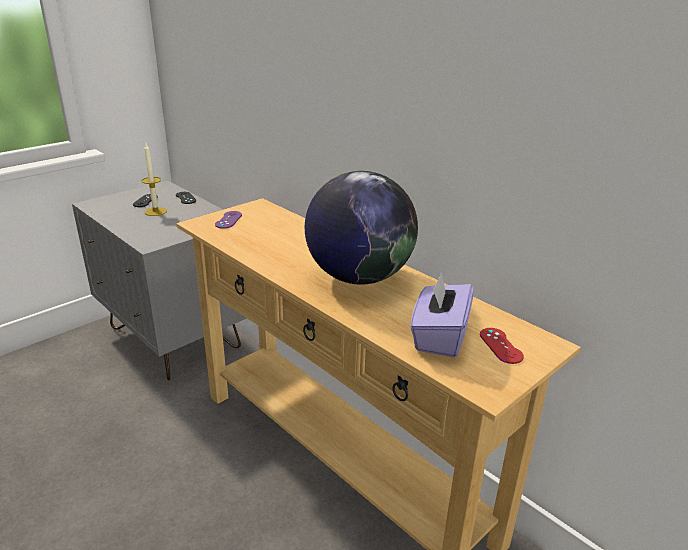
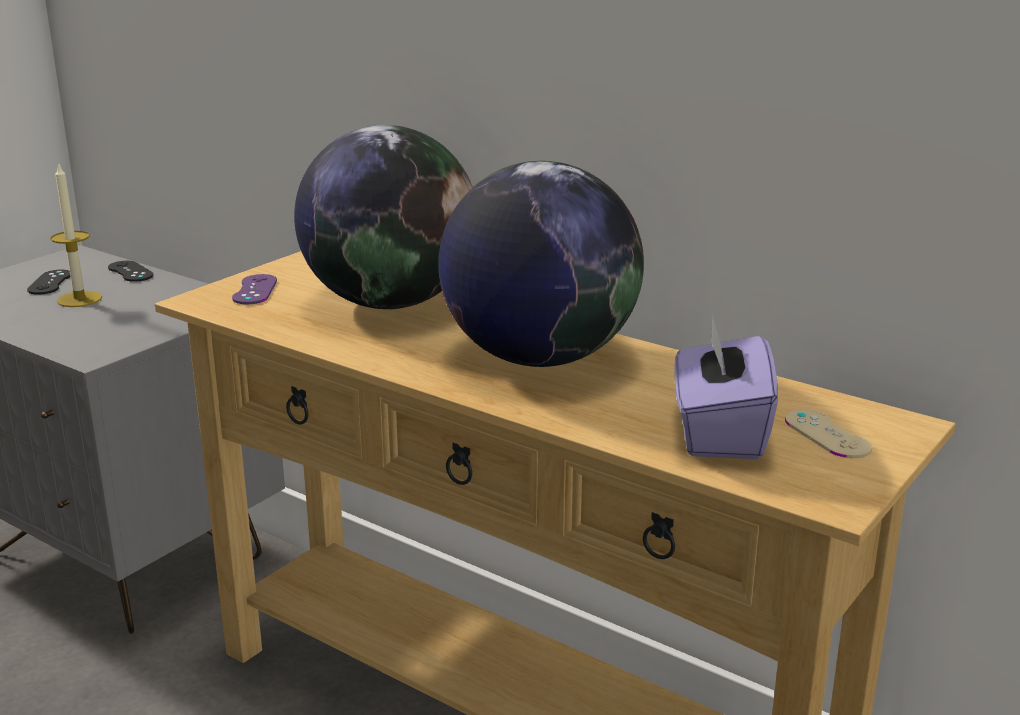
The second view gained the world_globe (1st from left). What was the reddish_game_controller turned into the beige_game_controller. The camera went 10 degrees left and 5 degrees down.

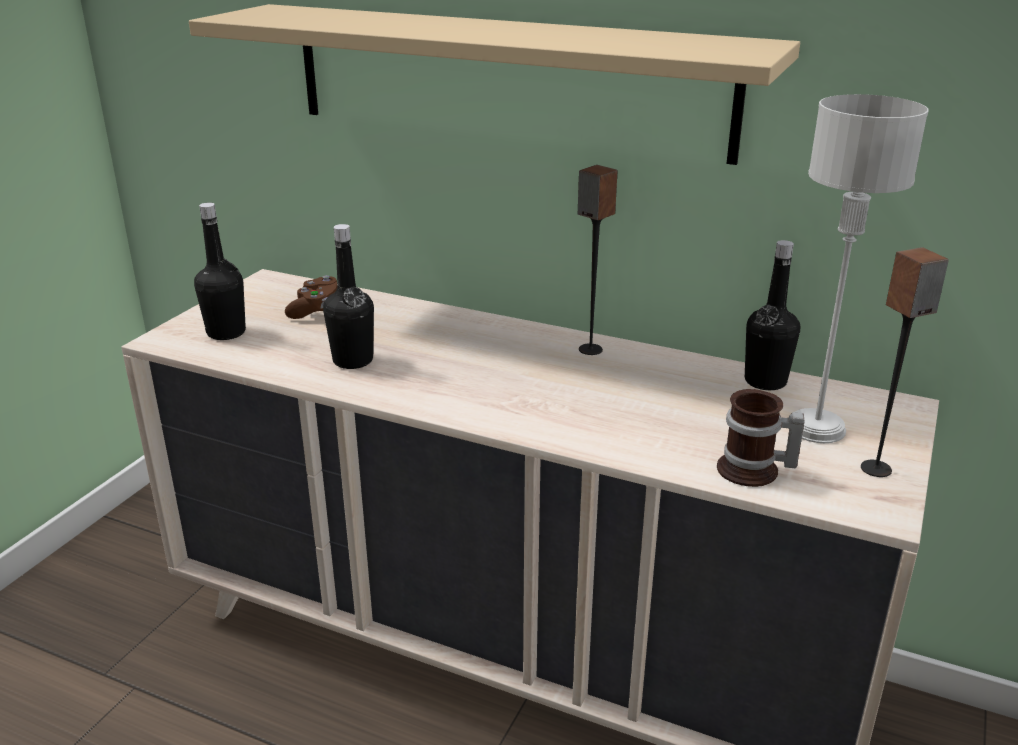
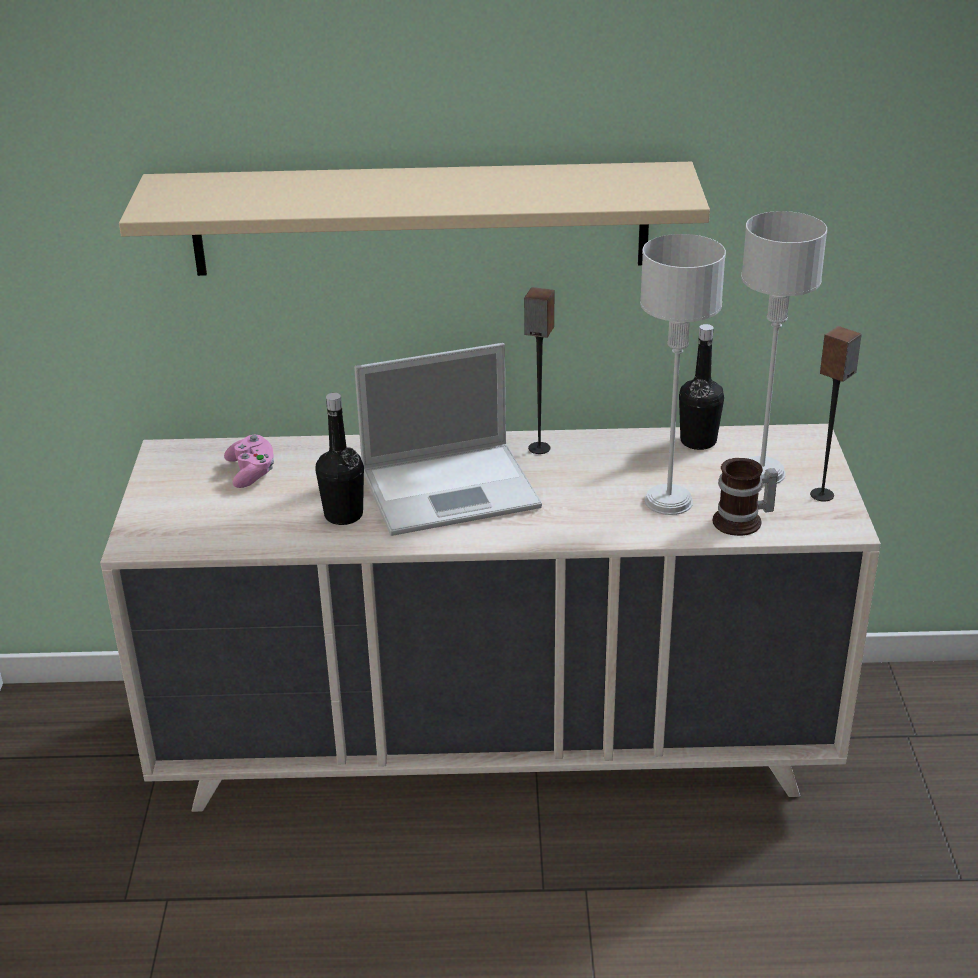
The second view lost the black-coloured_drink_bottle (1st from left). The second view gained the laptop. The second view gained the greyish_lamp_for_a_table (1st from left). What was the brown_game_controller turned into the pinkish_game_controller. The camera went 25 degrees left and 5 degrees up.

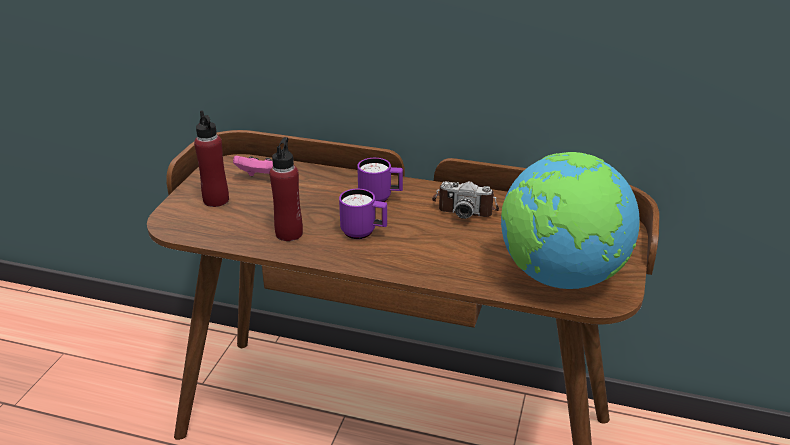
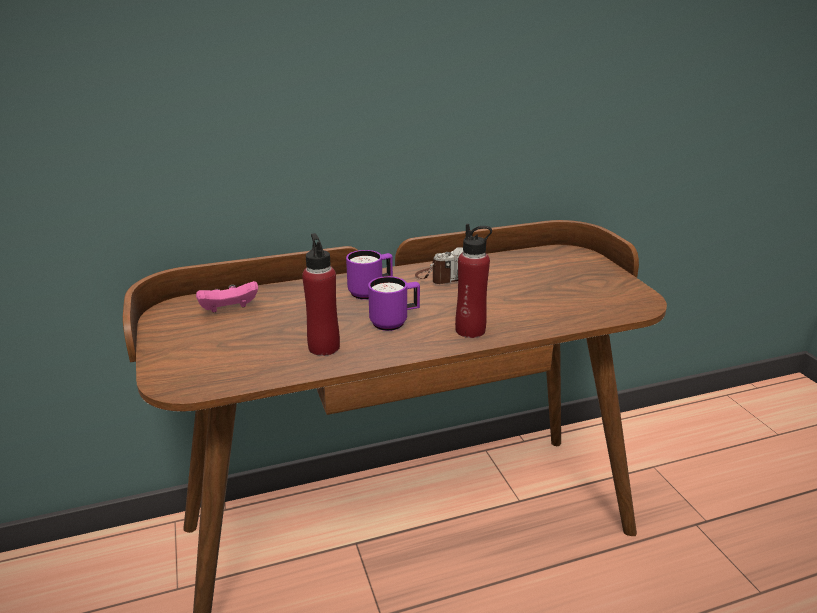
The second view lost the world_globe. The reddish_drink_bottle (1st from left in the first image) ended up elsewhere. The camera went 35 degrees left and 5 degrees down.

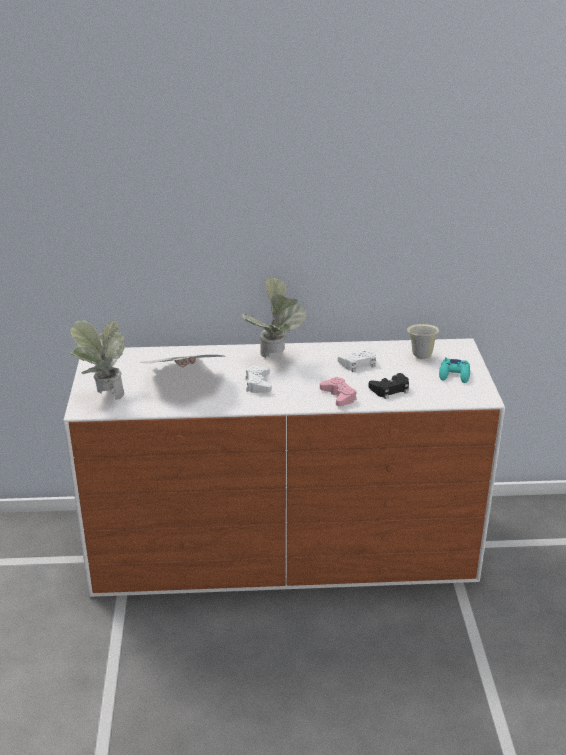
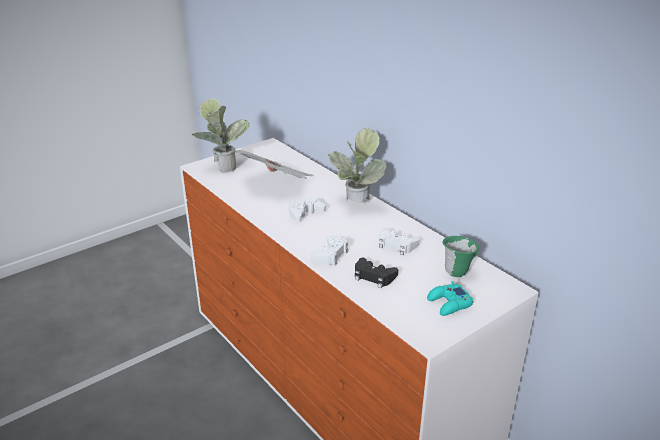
What was the pinkish_game_controller turned into the white_game_controller (2nd from left). What was the beige_mug turned into the greenish_mug. The camera went 55 degrees right and 0 degrees up.

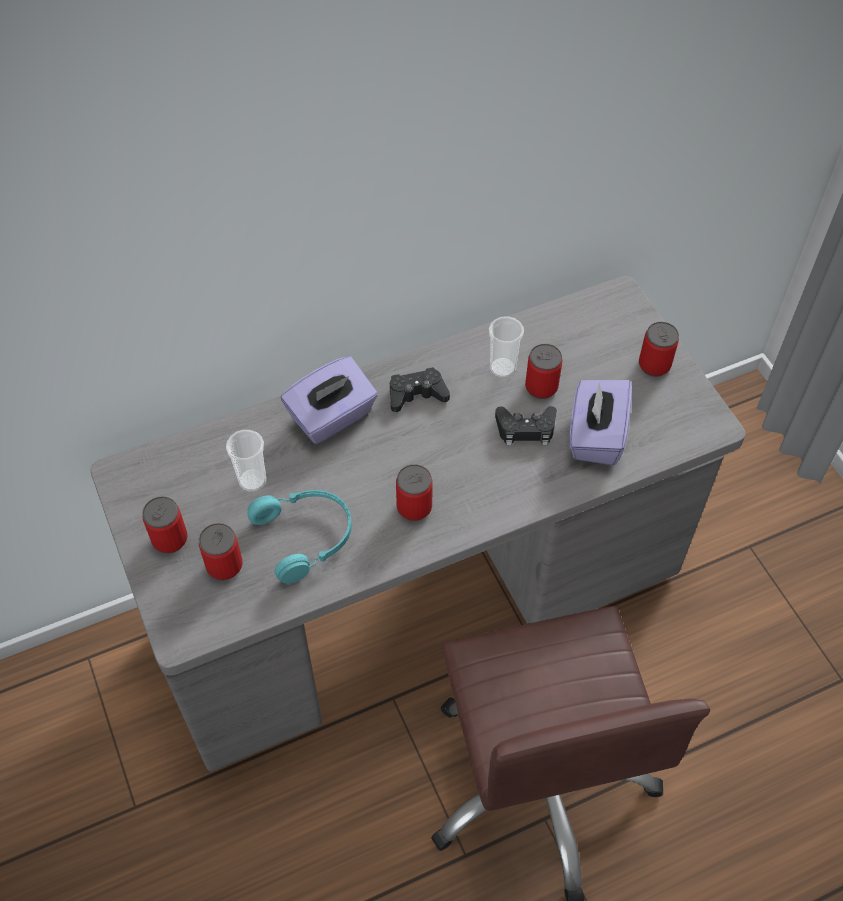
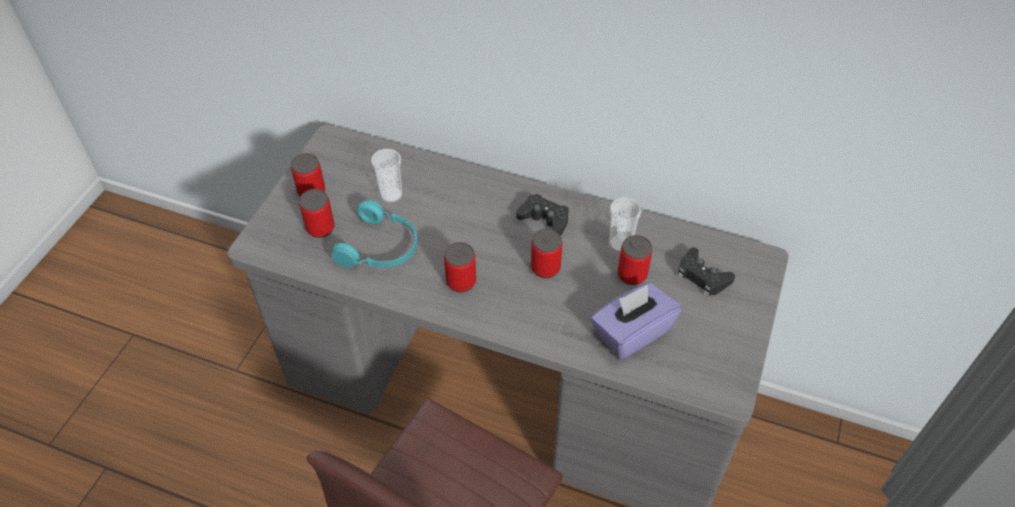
The second view lost the purple-coloured_tissue_holder (1st from left). The black-coloured_game_controller (2nd from left) ended up elsewhere. The can (5th from left in the first image) ended up elsewhere. The camera went 45 degrees right and 5 degrees down.

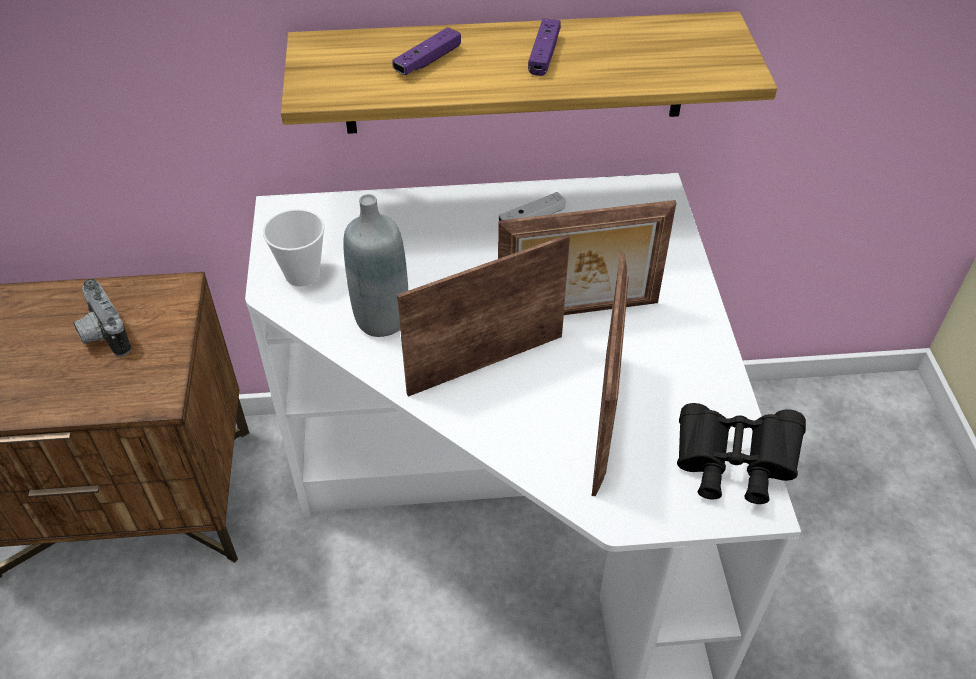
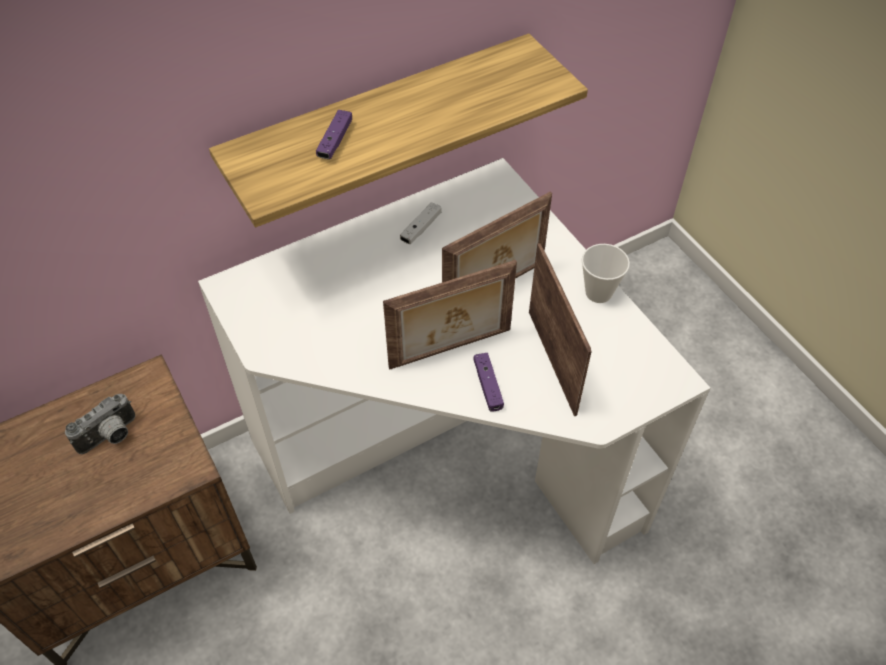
The second view lost the greyish_drink_bottle. The second view lost the black-coloured_field_glasses. The small_cup ended up elsewhere. The purple-coloured_game_controller (2nd from left) ended up elsewhere. The still_camera ended up facing another way, 75 degrees counterclockwise from before. The photo_frame (1st from left) ended up facing another way, 150 degrees counterclockwise from before. The camera went 25 degrees left and 5 degrees up.

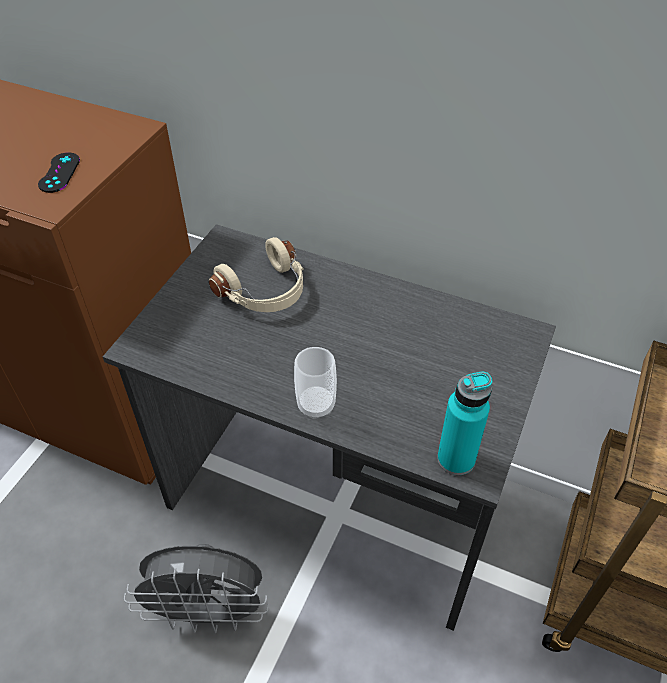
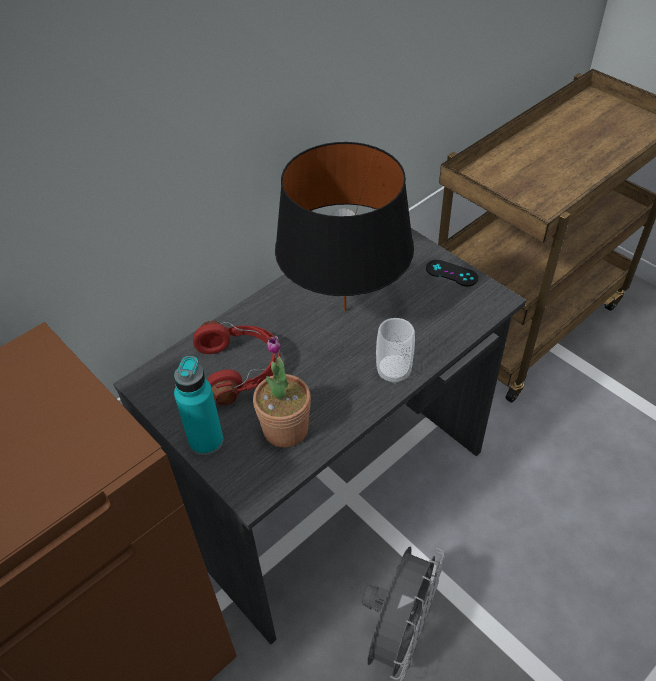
The second view gained the houseplant. The second view gained the black-coloured_lamp_for_a_table. The black-coloured_game_controller ended up elsewhere. The turquoise_drink_bottle ended up elsewhere. What was the beige_headphones turned into the reddish_headphones. The camera went 65 degrees left and 0 degrees up.

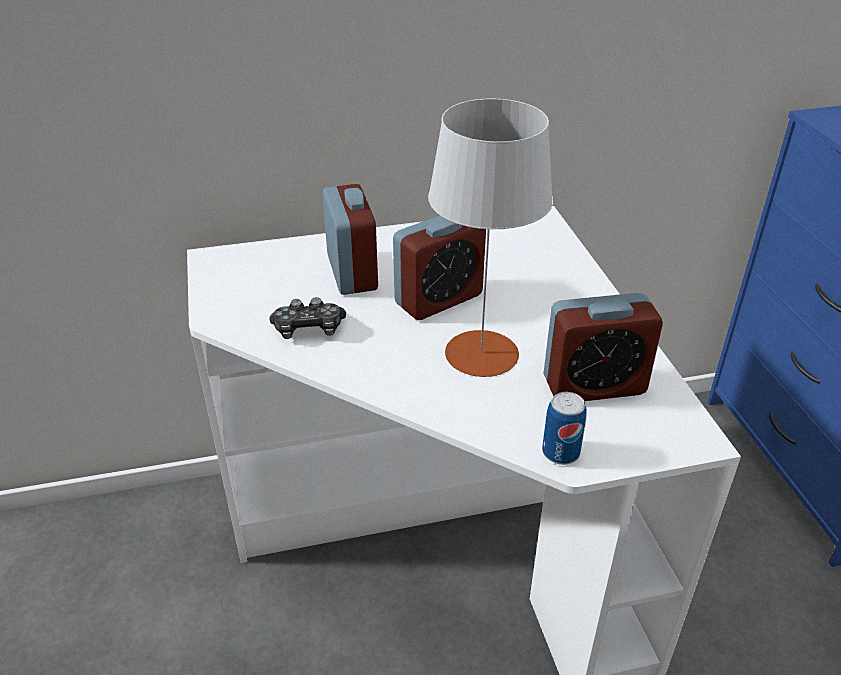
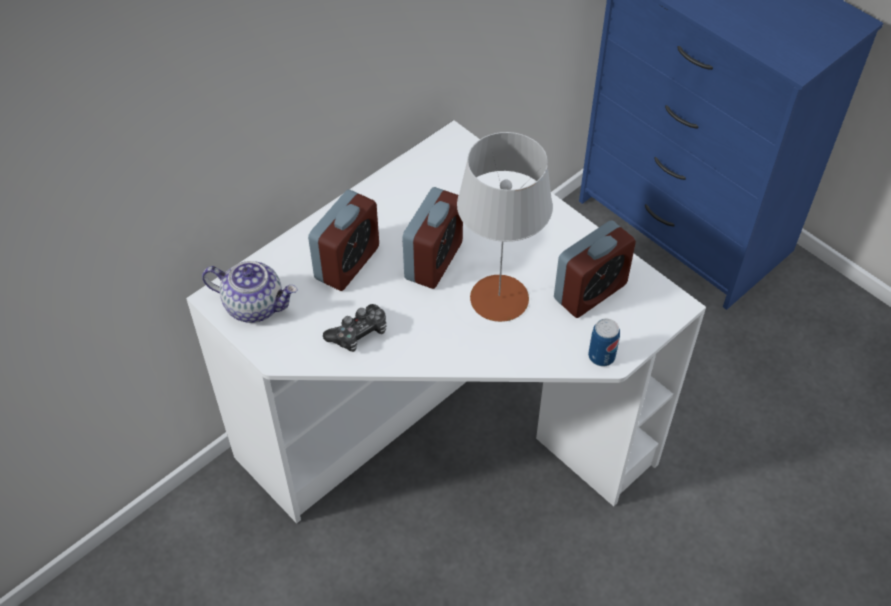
The second view gained the teapot. The alarm_clock (1st from left) ended up facing another way, 75 degrees clockwise from before. The camera went 30 degrees left and 15 degrees up.

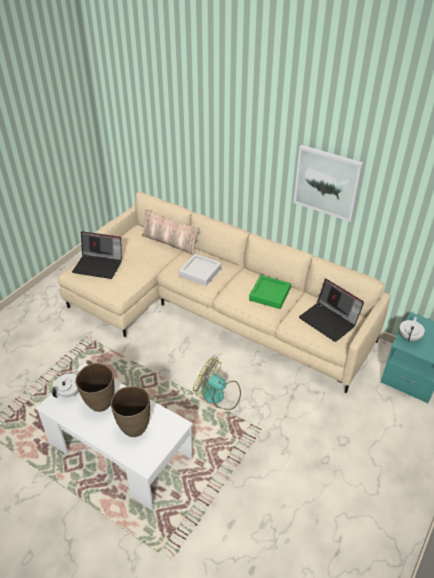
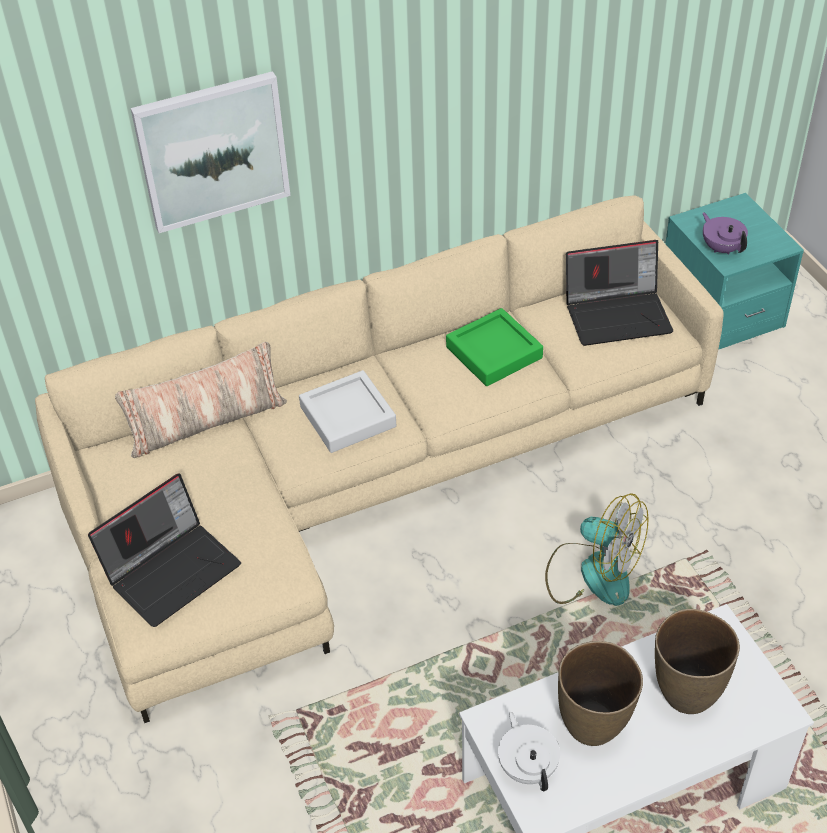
The wall_art ended up elsewhere. What was the white_teapot (2nd from left) turned into the purple-coloured_teapot. The cooling_fan ended up facing another way, 120 degrees counterclockwise from before. The camera went 55 degrees left and 5 degrees up.

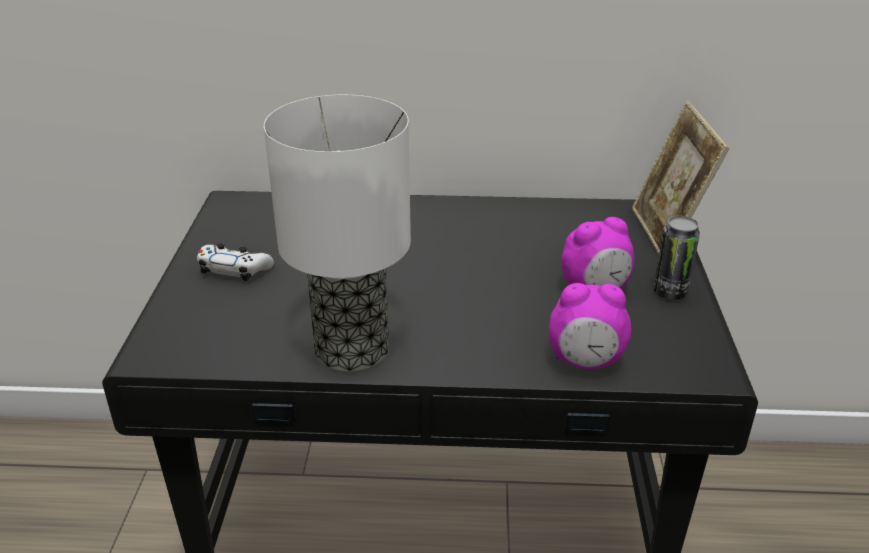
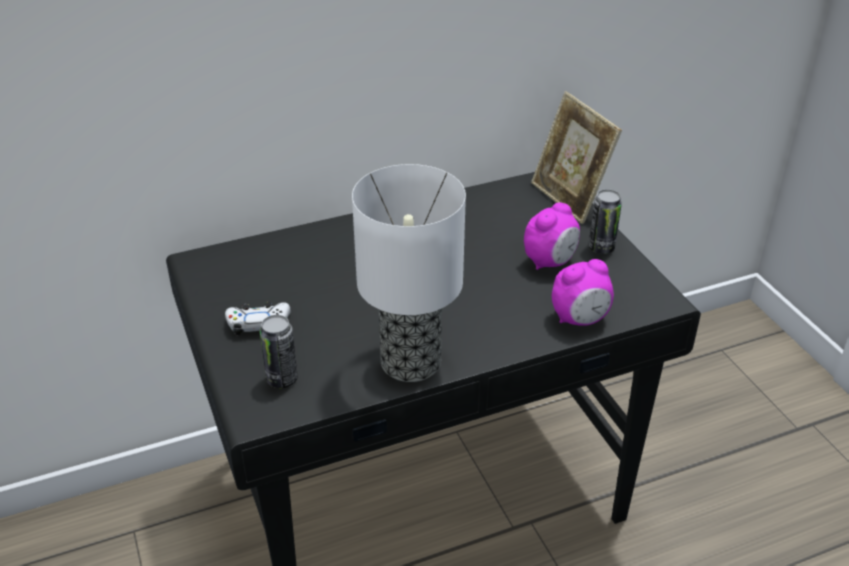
The second view gained the can (1st from left). The camera went 25 degrees left and 5 degrees up.

